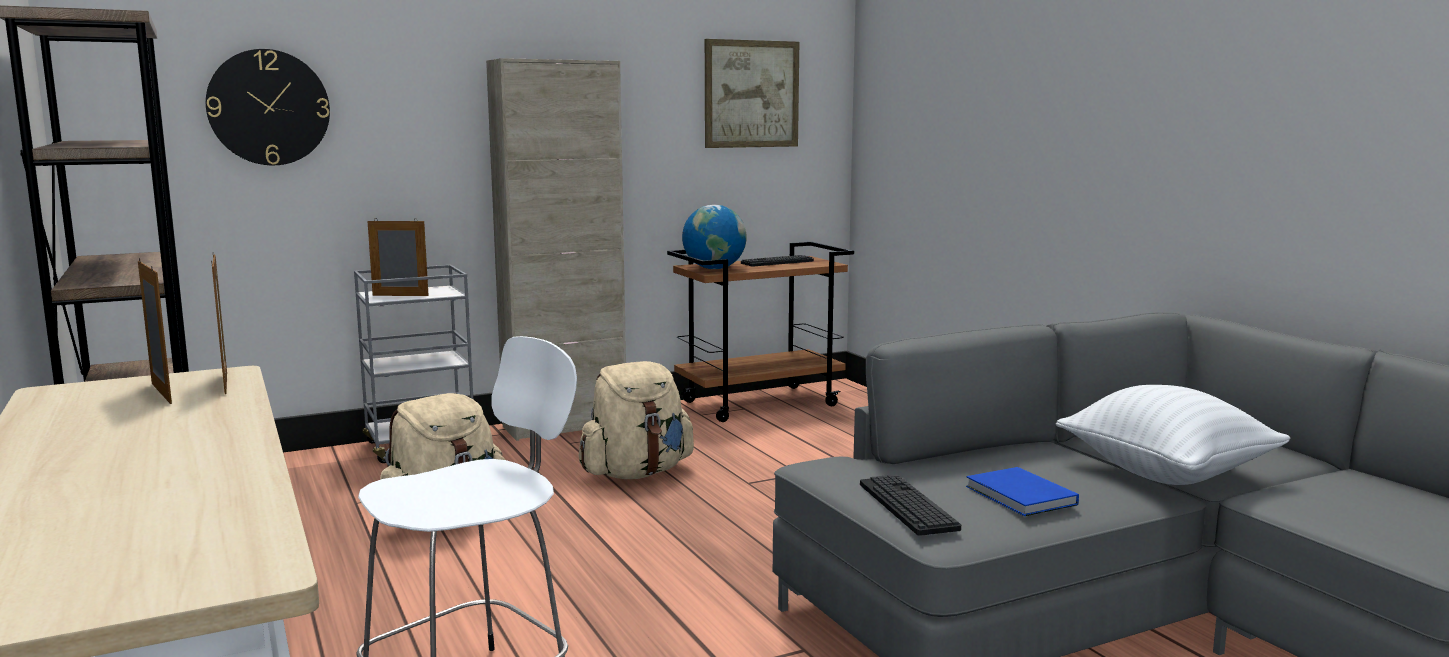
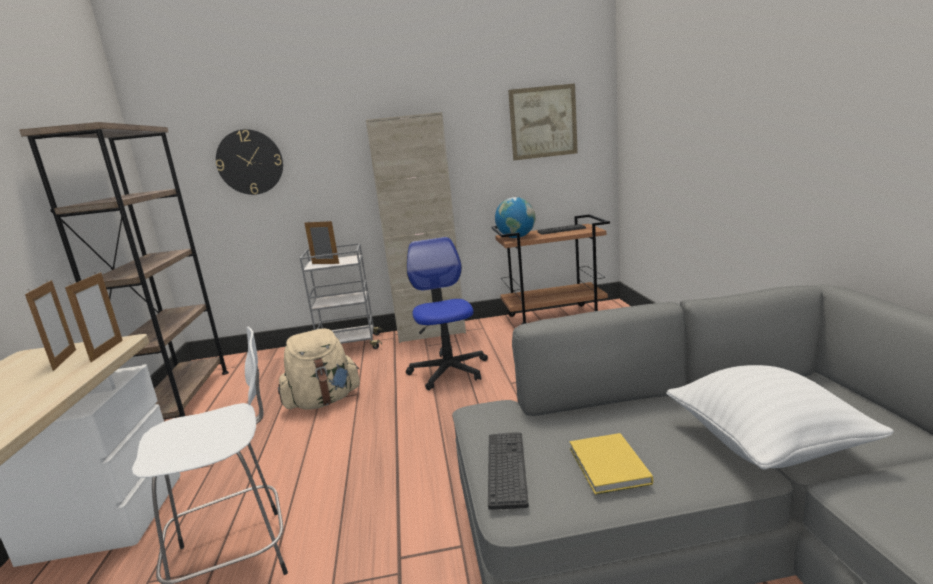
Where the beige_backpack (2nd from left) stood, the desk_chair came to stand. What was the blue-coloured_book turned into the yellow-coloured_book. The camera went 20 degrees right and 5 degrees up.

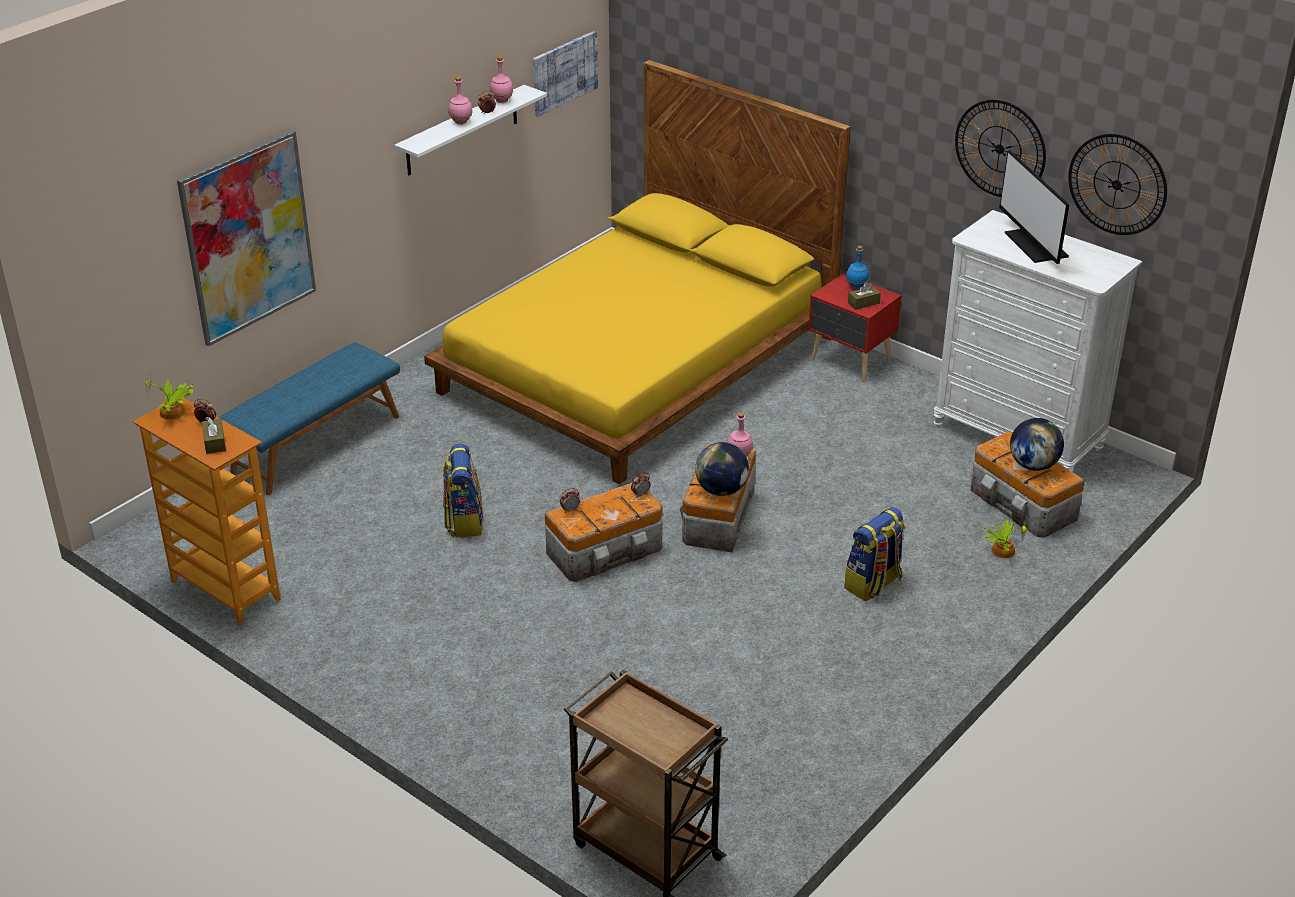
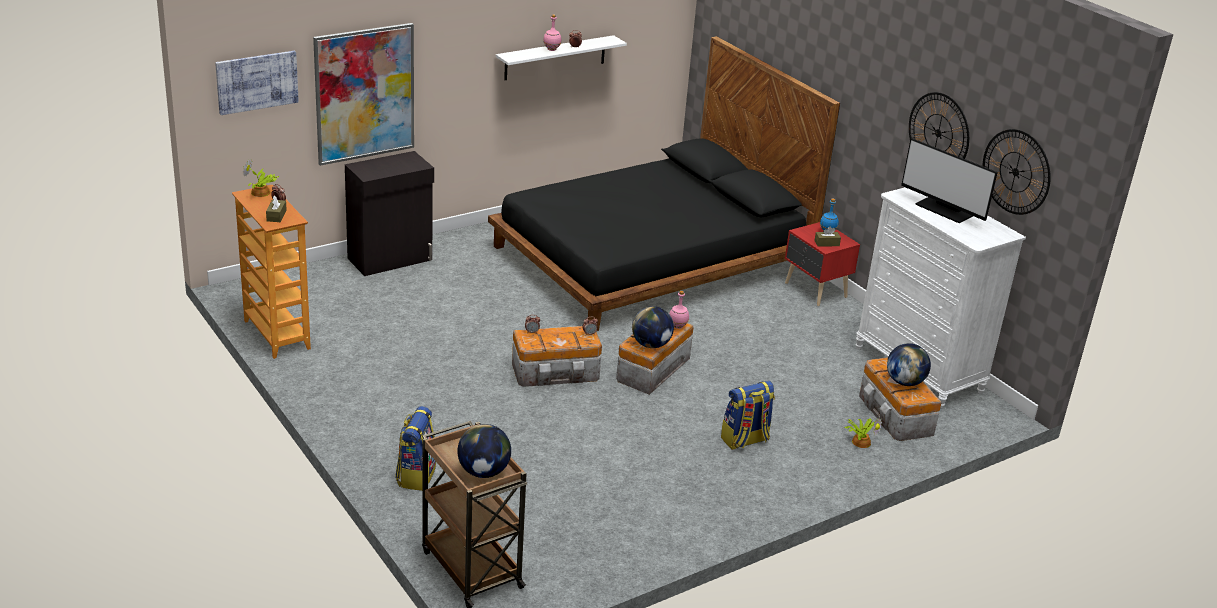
The second view lost the pinkish_drink_bottle (2nd from left). The second view gained the world_globe (1st from left). The backpack (1st from left) ended up elsewhere. The wall_art (2nd from left in the first image) ended up elsewhere. Where the blue-coloured_long_seat stood, the black-coloured_cupboard came to stand. What was the yellow-coloured_sleeping_bed turned into the black-coloured_sleeping_bed. The computer_screen ended up facing another way, 45 degrees counterclockwise from before. The camera went 15 degrees right and 5 degrees down.

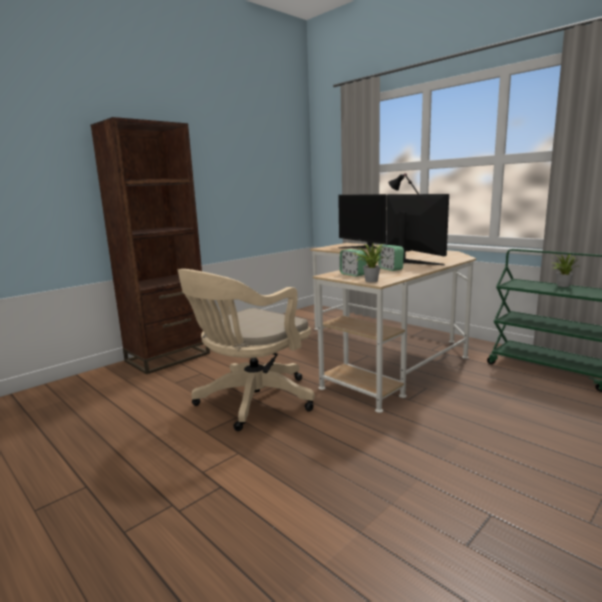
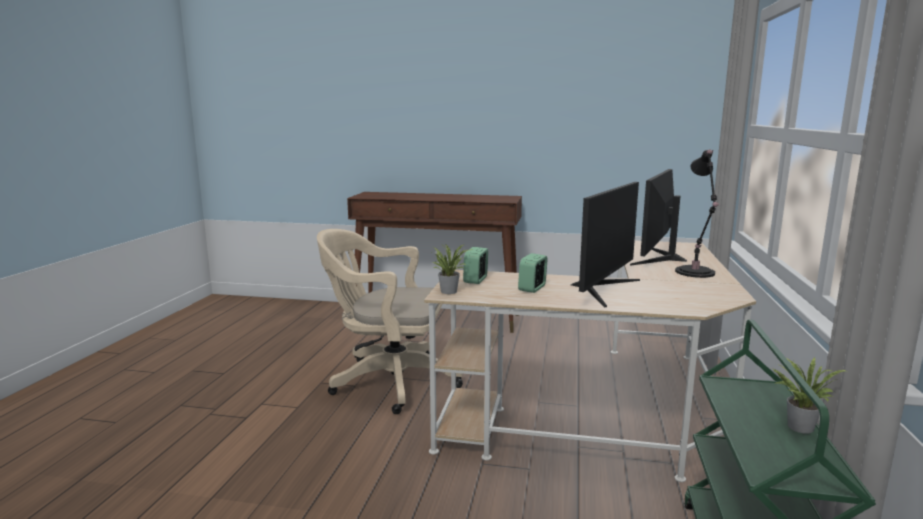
Where the brown_shelving_unit stood, the brown_console_table came to stand. The camera went 55 degrees right and 0 degrees up.

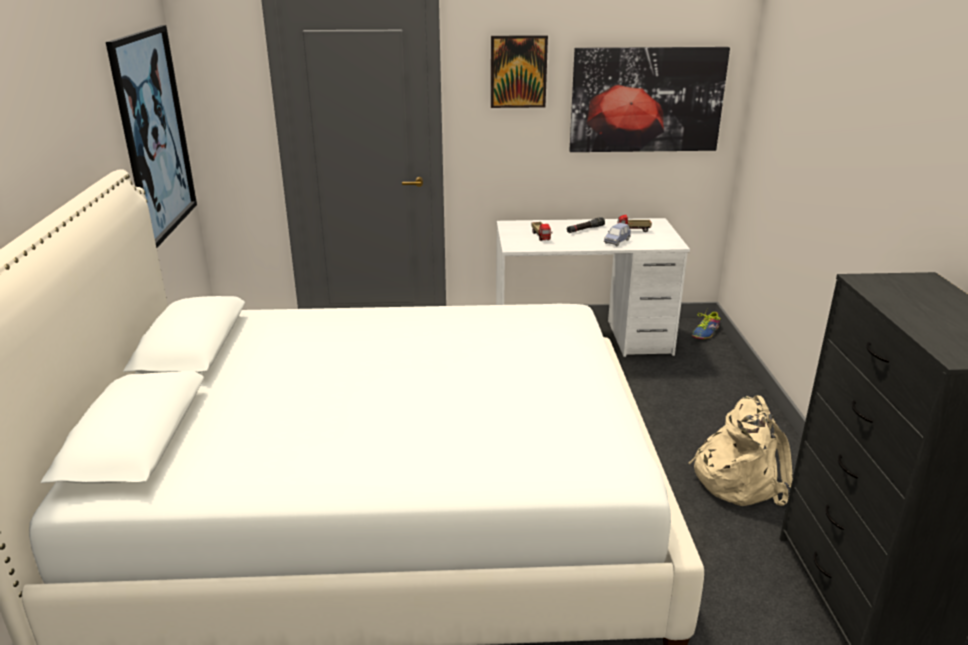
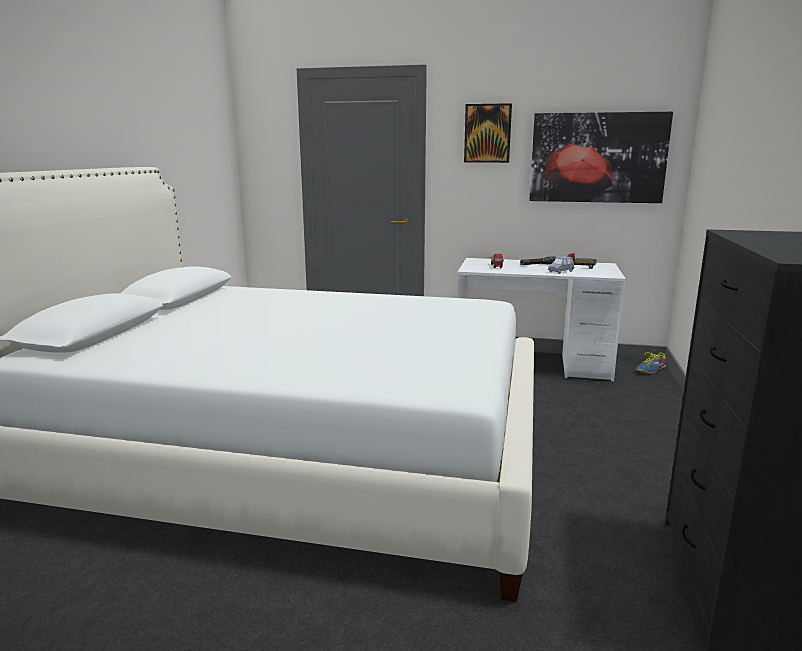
The second view lost the wall_art (1st from left). The second view lost the beige_backpack. The camera went 15 degrees right and 10 degrees down.

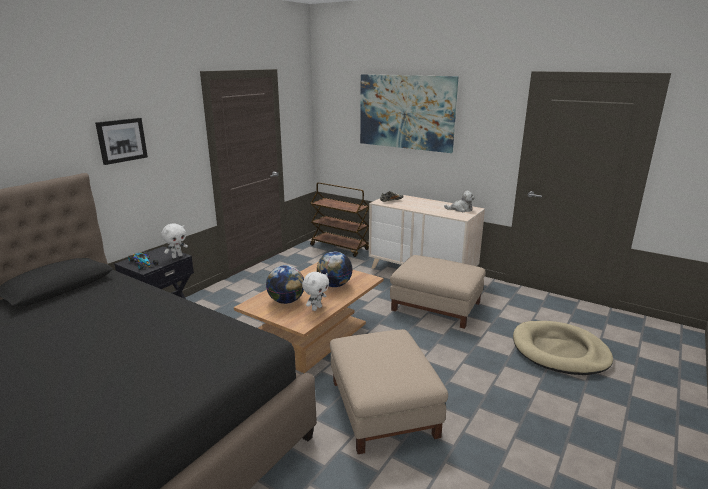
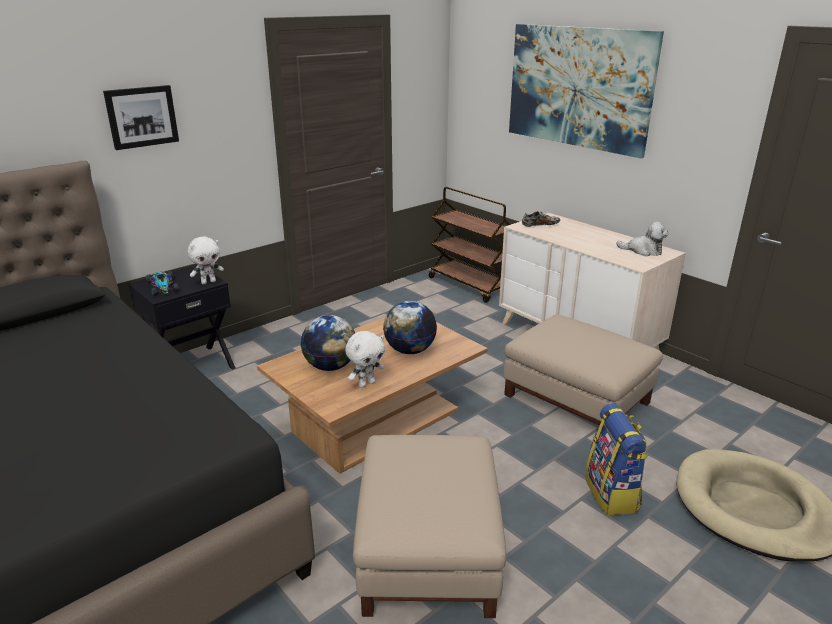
The second view gained the backpack. The camera went 15 degrees right and 5 degrees up.

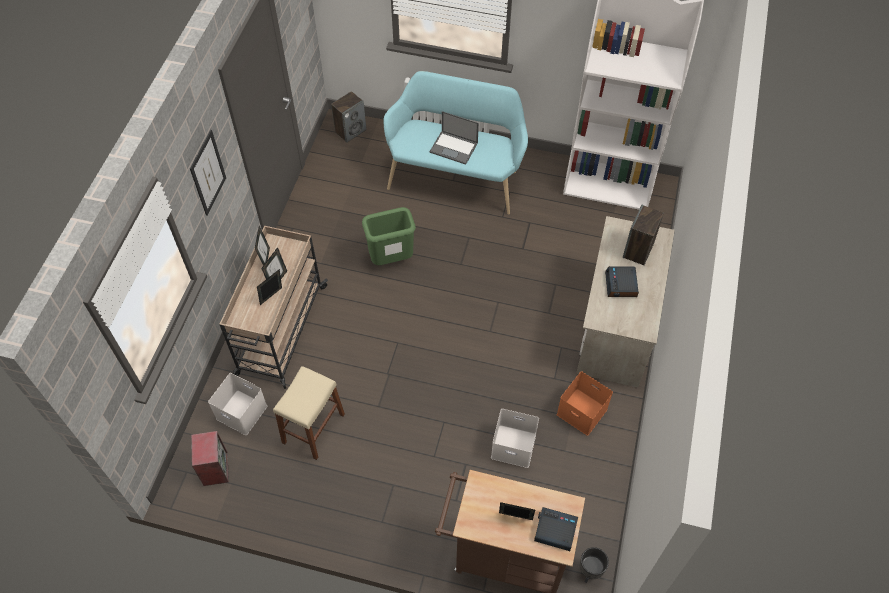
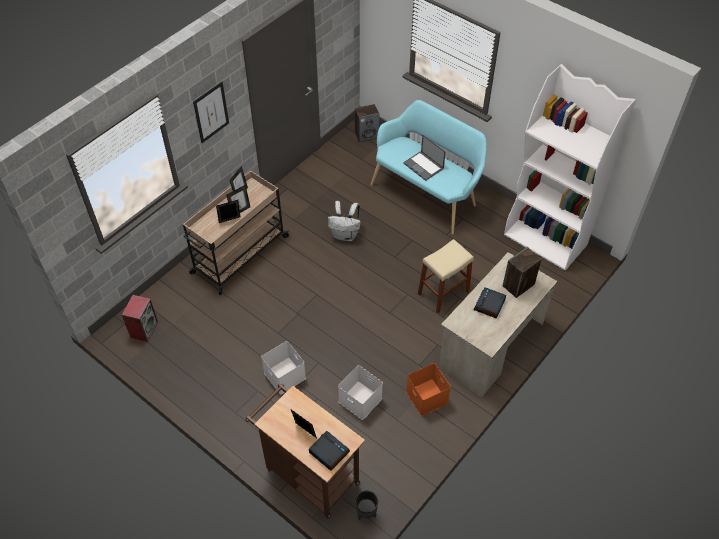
The white_storage_bin (1st from left) ended up elsewhere. The beige_stool_seat ended up elsewhere. Where the greenish_waste_bin stood, the white_backpack came to stand. The camera went 25 degrees right and 5 degrees down.

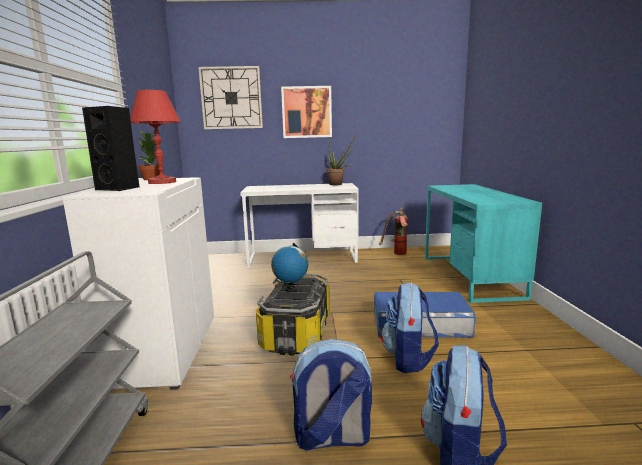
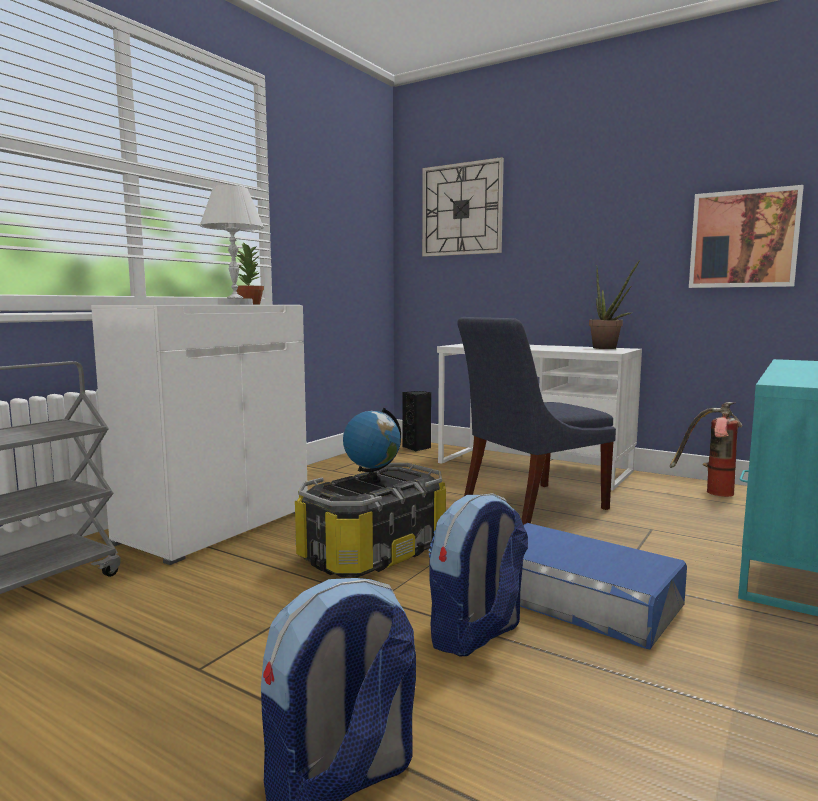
The second view lost the backpack (1st from left). The second view gained the blue-coloured_upright_chair. The black-coloured_audio_speaker ended up elsewhere. The wall_art ended up elsewhere. What was the reddish_lamp_for_a_table turned into the white_lamp_for_a_table. The camera went 35 degrees right and 5 degrees down.

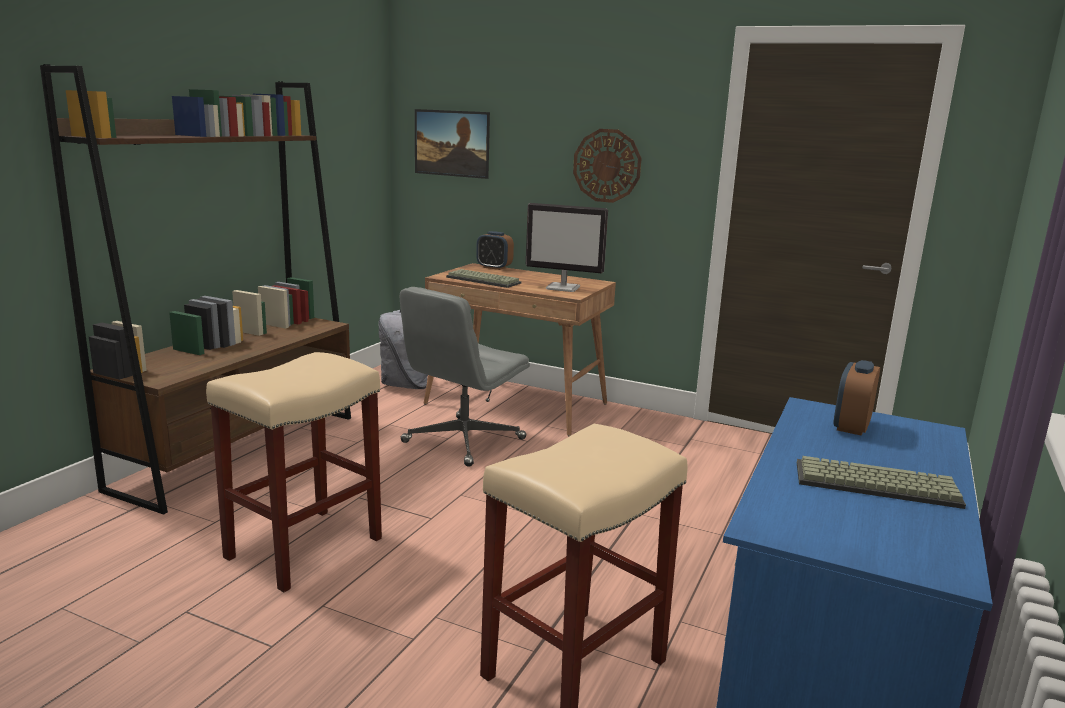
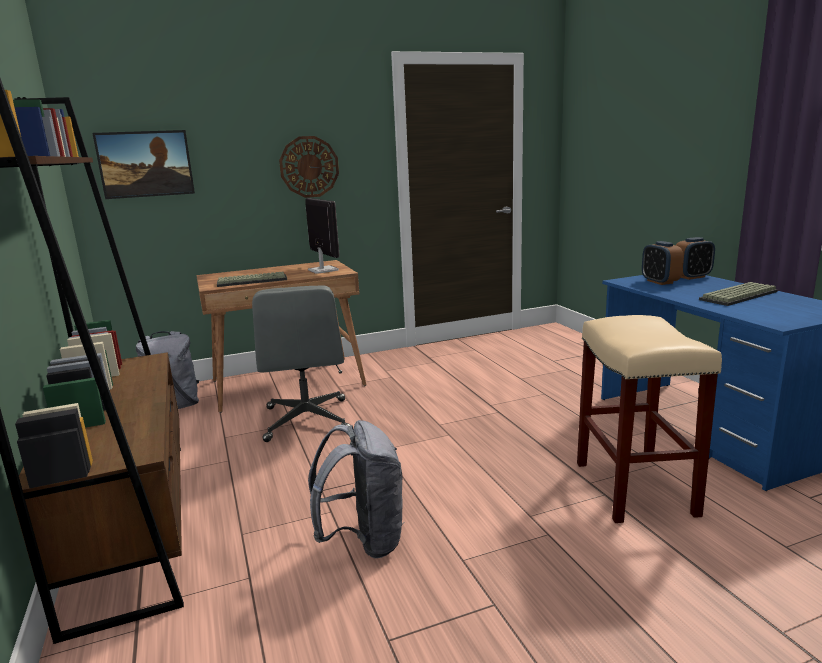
The alarm_clock (1st from left in the first image) ended up elsewhere. Where the beige_stool_seat (1st from left) stood, the greyish_backpack (2nd from left) came to stand. The computer_screen ended up facing another way, 90 degrees counterclockwise from before. The camera went 45 degrees left and 0 degrees up.

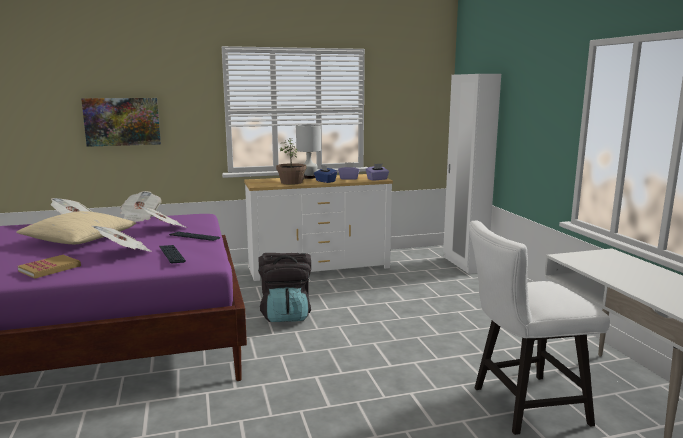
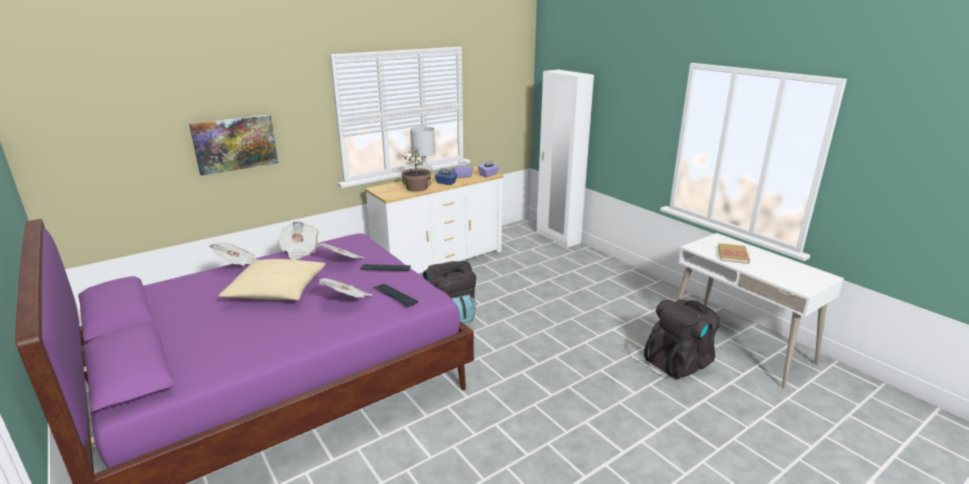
The book ended up elsewhere. Where the white_upright_chair stood, the black-coloured_backpack (2nd from left) came to stand. The camera went 20 degrees left and 10 degrees up.

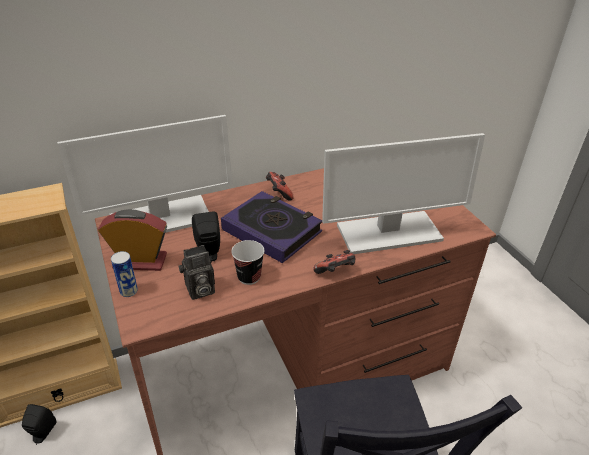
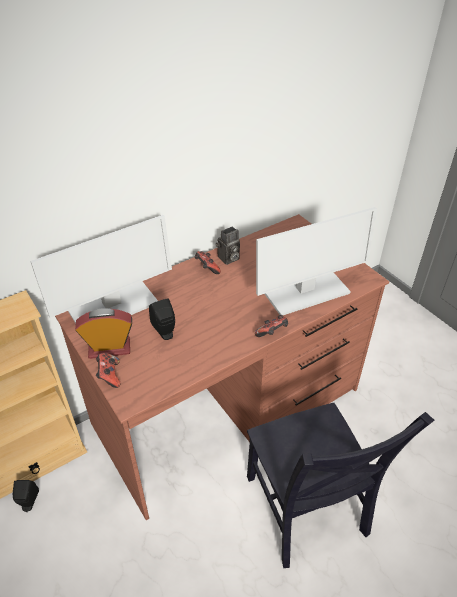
The second view lost the book. The second view lost the small_cup. The still_camera ended up elsewhere. Where the can stood, the game_controller (1st from left) came to stand. The camera went 10 degrees left and 5 degrees up.

